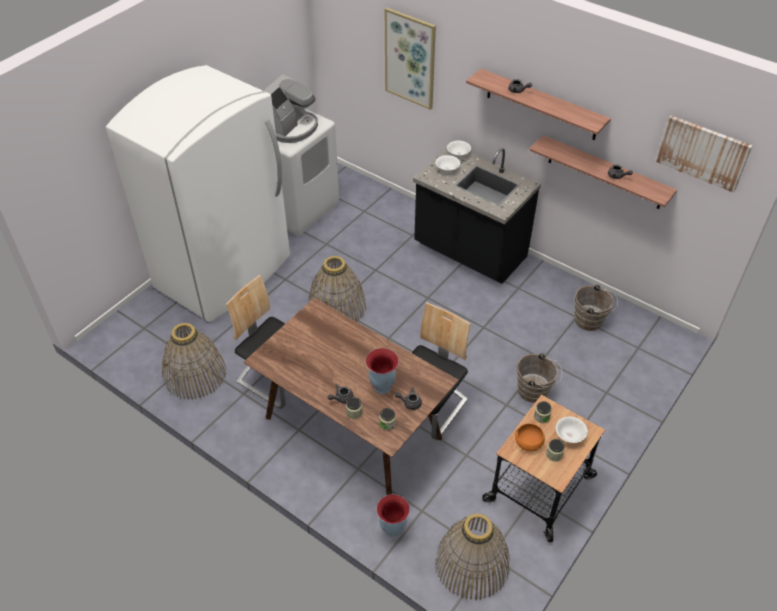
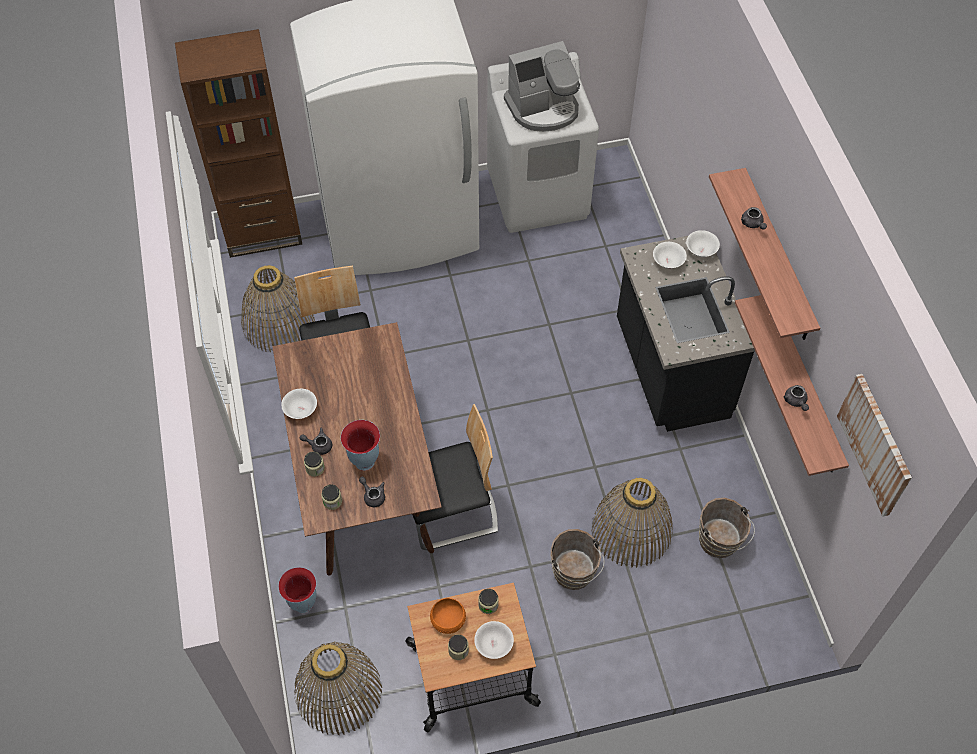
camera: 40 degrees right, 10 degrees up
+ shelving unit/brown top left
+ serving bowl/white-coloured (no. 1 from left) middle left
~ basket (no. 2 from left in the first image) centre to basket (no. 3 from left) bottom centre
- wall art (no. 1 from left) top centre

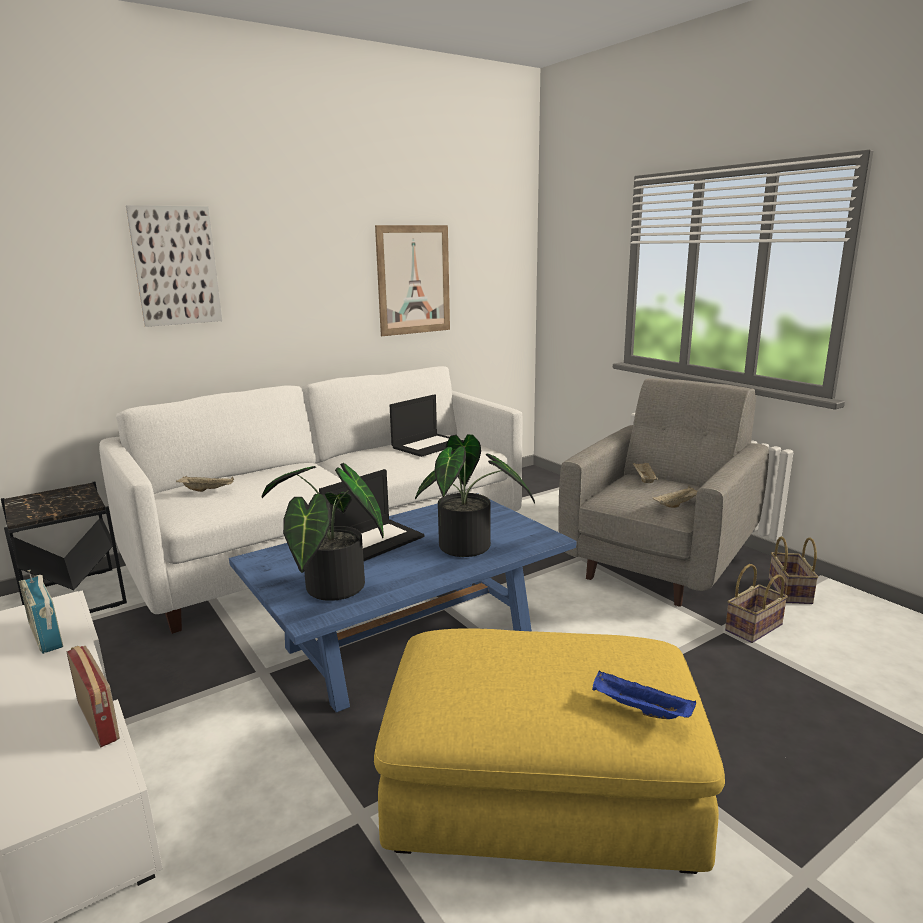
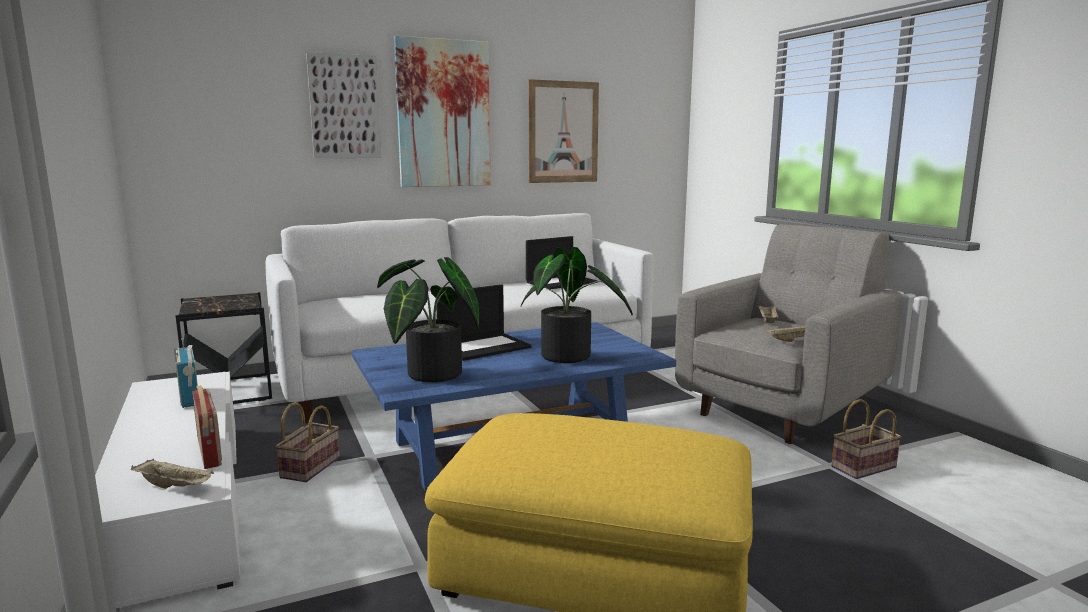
camera: 10 degrees right, 5 degrees down
~ serving tray/beige (no. 1 from left) middle left to bottom left
~ basket (no. 2 from left in the first image) middle right to basket (no. 1 from left) bottom left
+ wall art (no. 2 from left) top centre
- serving tray/blue bottom right

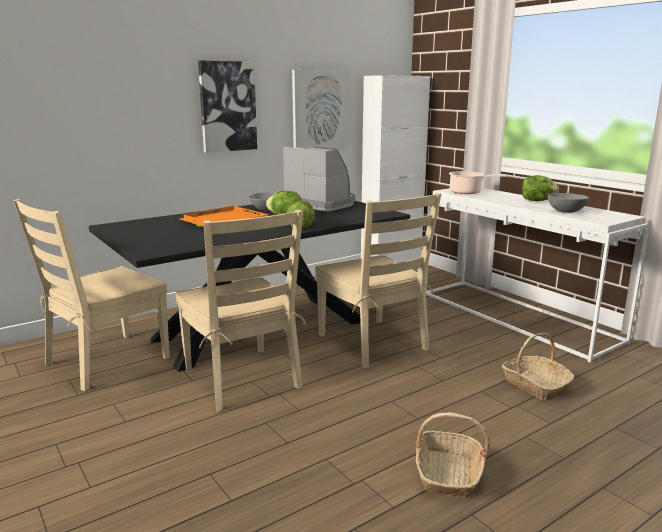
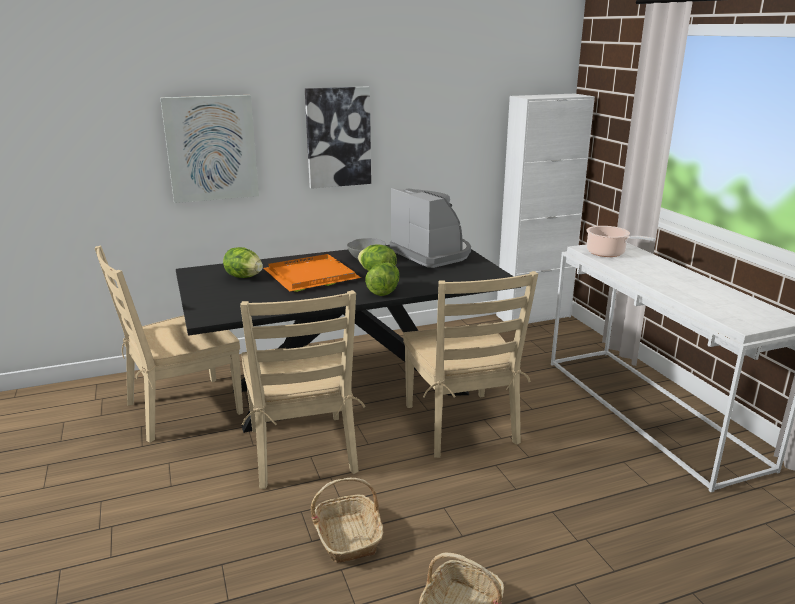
camera: 15 degrees right, 5 degrees up
~ wall art (no. 2 from left in the first image) top centre to wall art (no. 1 from left) top left
~ lettuce head (no. 3 from left in the first image) middle right to lettuce head (no. 1 from left) middle left
~ basket (no. 2 from left in the first image) bottom right to basket (no. 1 from left) bottom centre
- serving bowl/grey (no. 2 from left) middle right

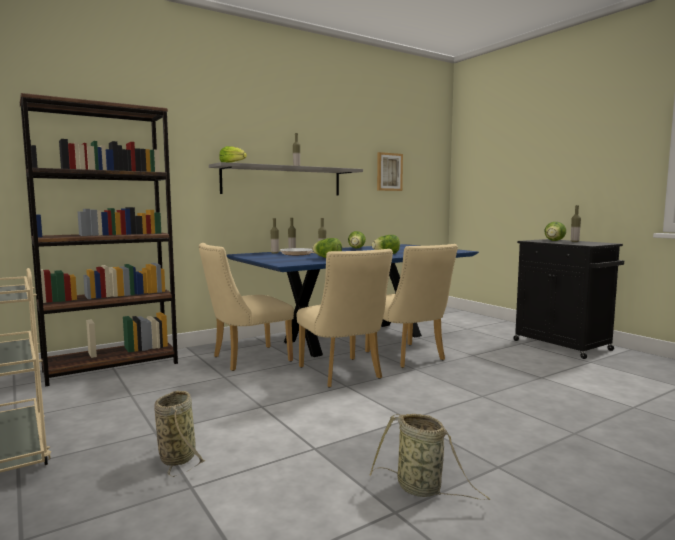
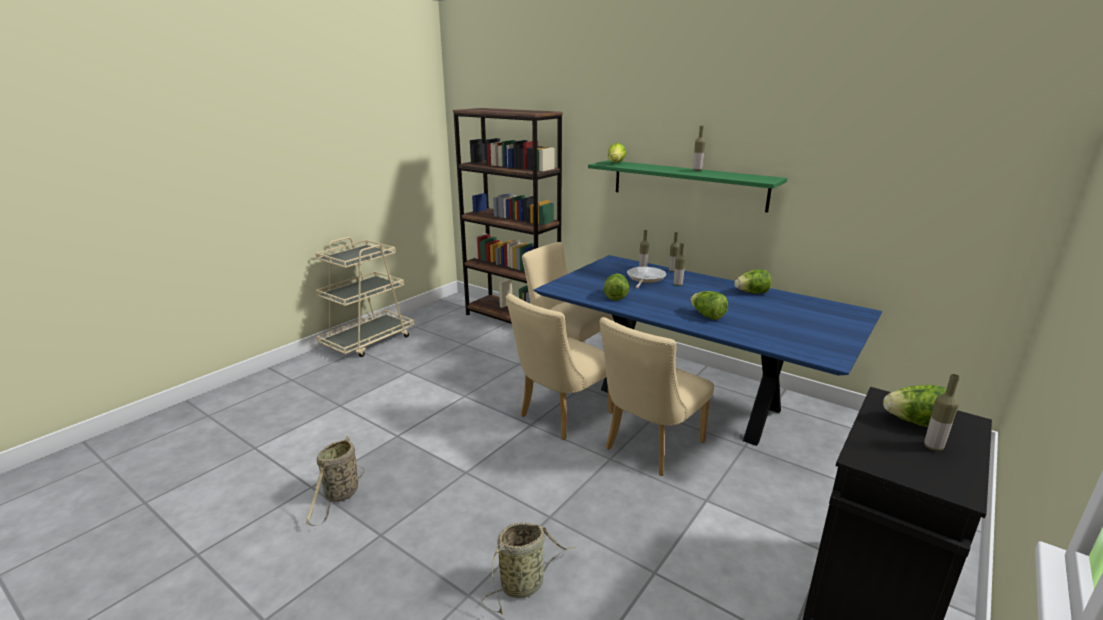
camera: 70 degrees right, 15 degrees up
~ basket (no. 1 from left in the first image) bottom left to basket (no. 2 from left) bottom centre
~ wall shelf/grey top centre to wall shelf/greenish top centre
- wall art top centre

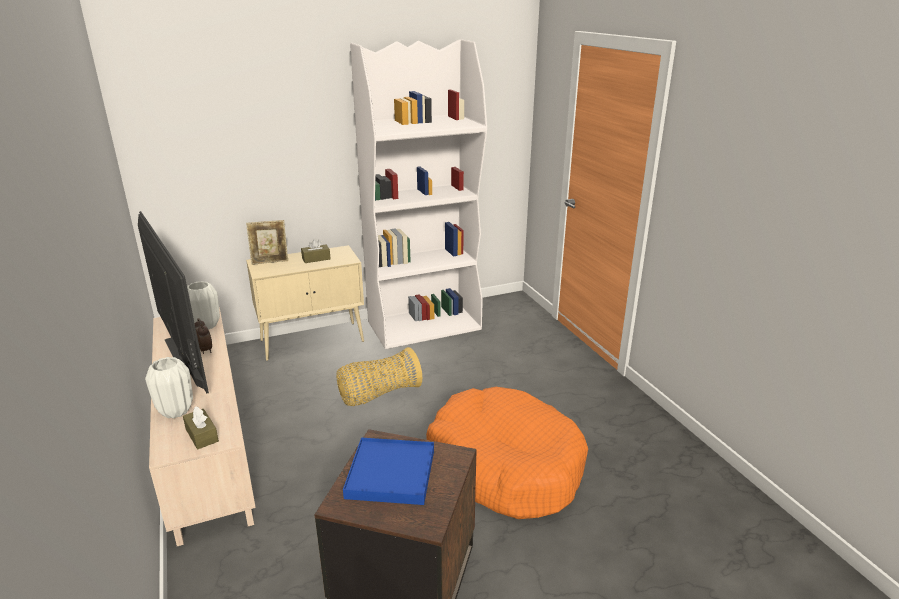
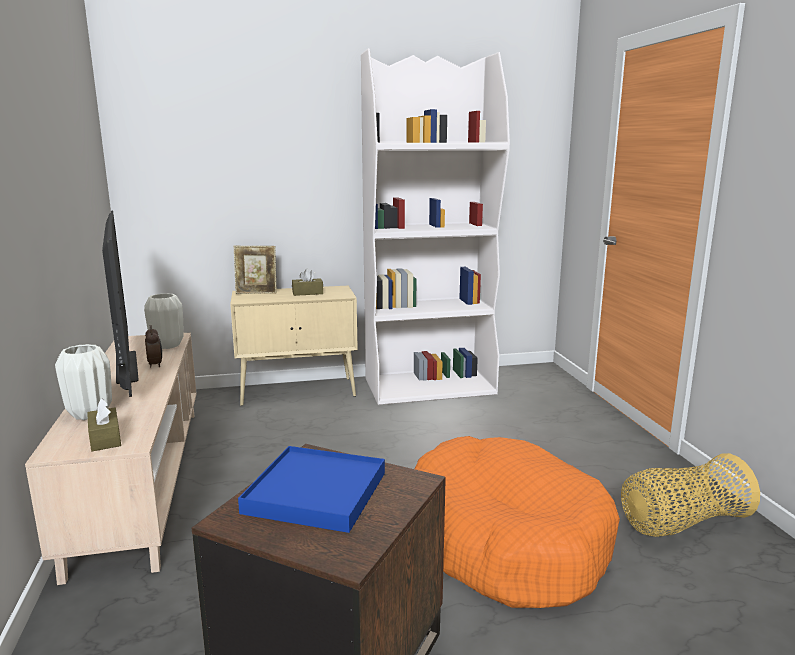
camera: 10 degrees right, 10 degrees down
~ basket centre to bottom right

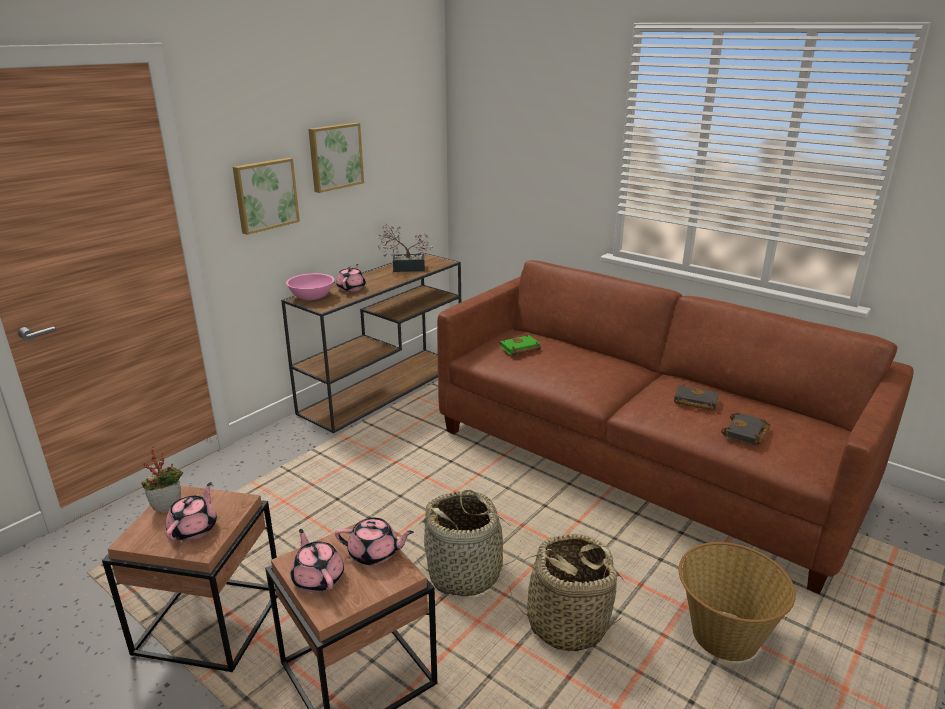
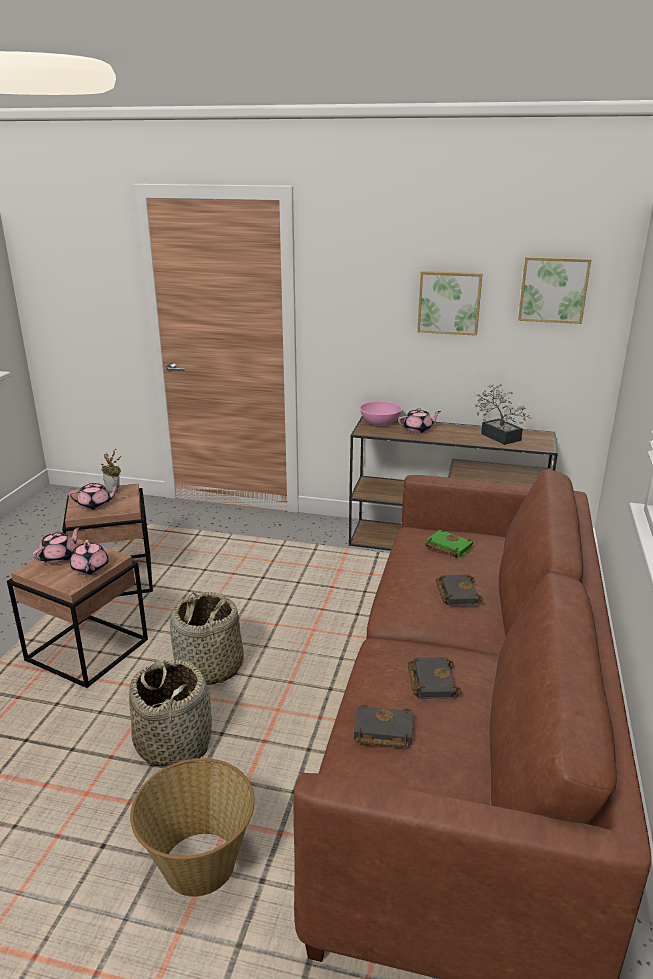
camera: 65 degrees right, 0 degrees up
+ volume/blackish (no. 3 from left) middle right
~ wall art (no. 1 from left in the first image) top left to wall art (no. 2 from left) top right

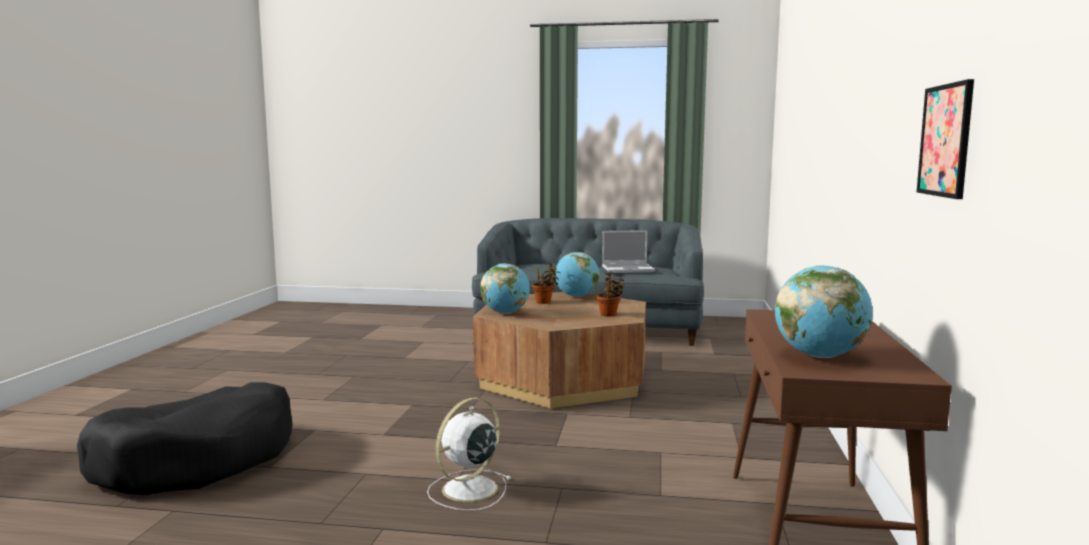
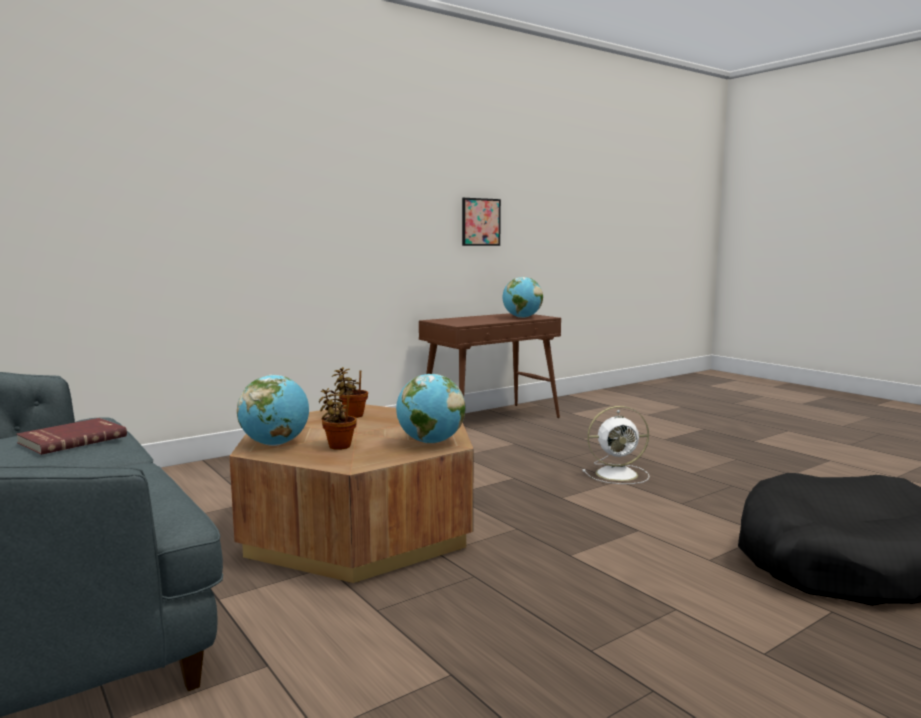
camera: 135 degrees left, 0 degrees up
~ notebook computer centre to volume/reddish middle left

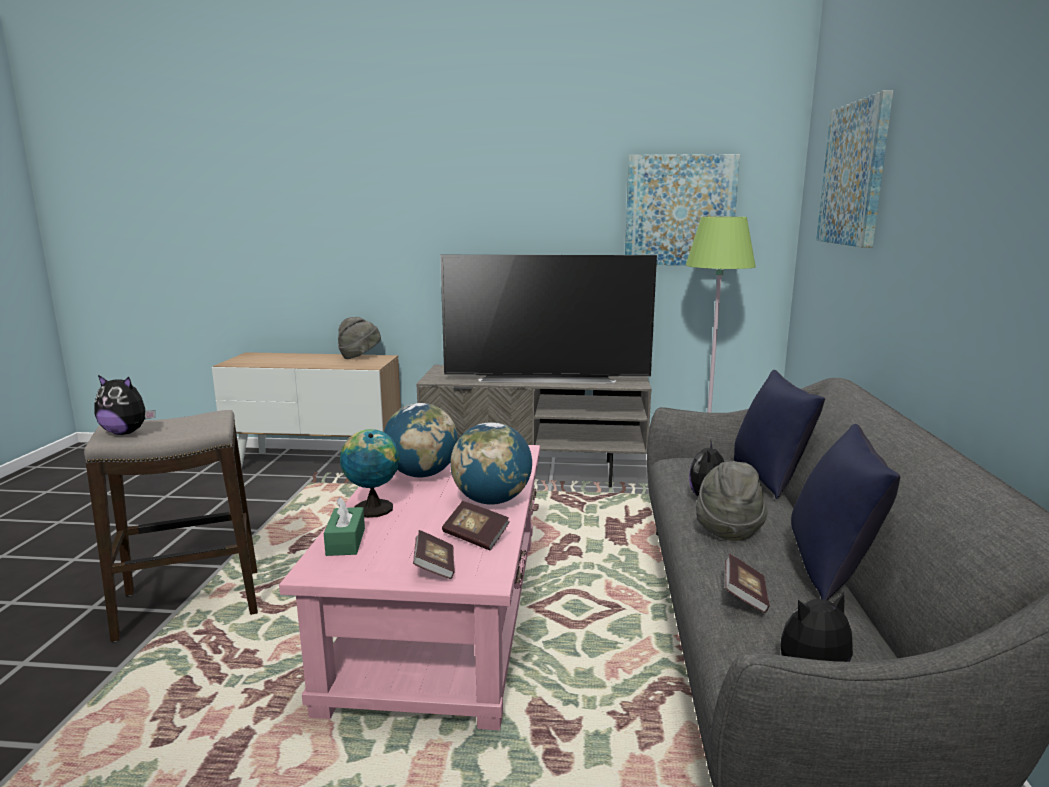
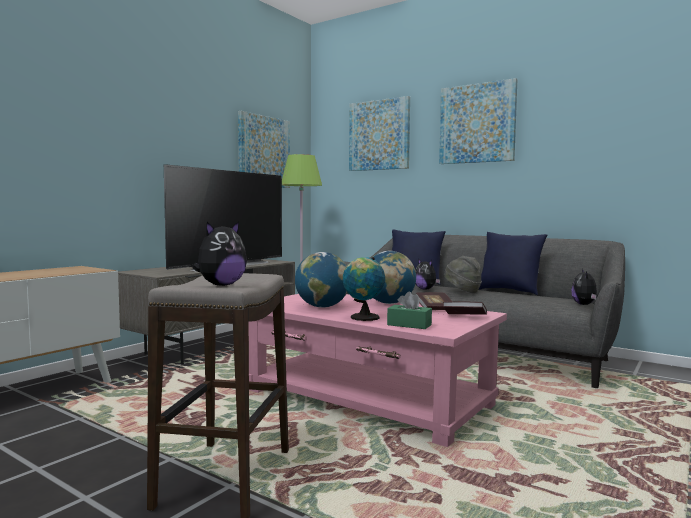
camera: 60 degrees left, 10 degrees down
+ wall art (no. 3 from left) top right
- wearable hat/grey (no. 1 from left) centre
- volume (no. 3 from left) bottom right

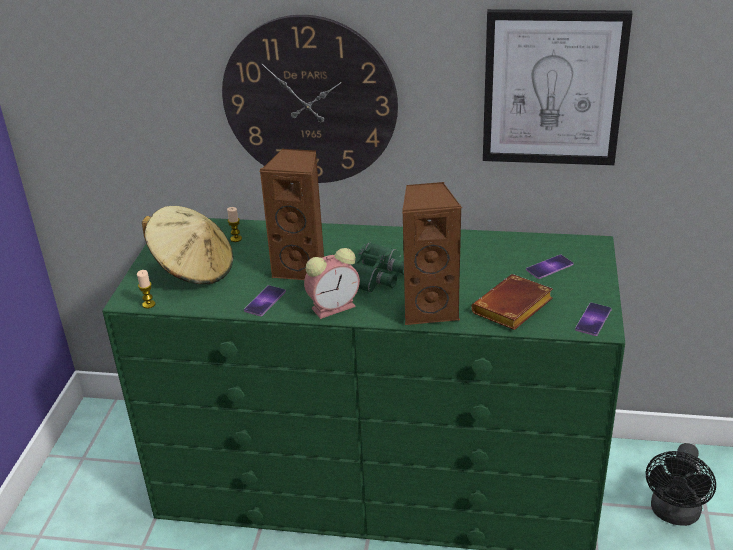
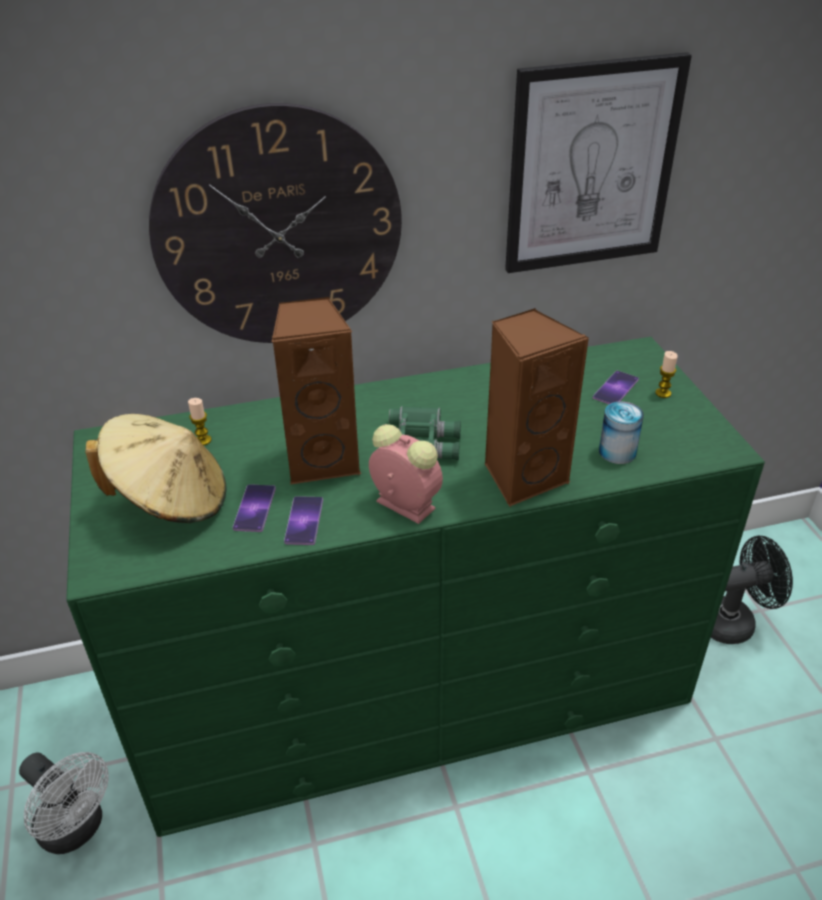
camera: 25 degrees left, 5 degrees up
+ cooling fan/white-coloured bottom left
~ handset (no. 3 from left in the first image) middle right to handset (no. 1 from left) middle left
~ alarm clock centre = centre 90 degrees counterclockwise
~ volume/brown middle right to sealed can middle right
~ wax light (no. 1 from left in the first image) middle left to wax light (no. 2 from left) middle right
~ cooling fan/blackish bottom right = middle right 105 degrees counterclockwise

